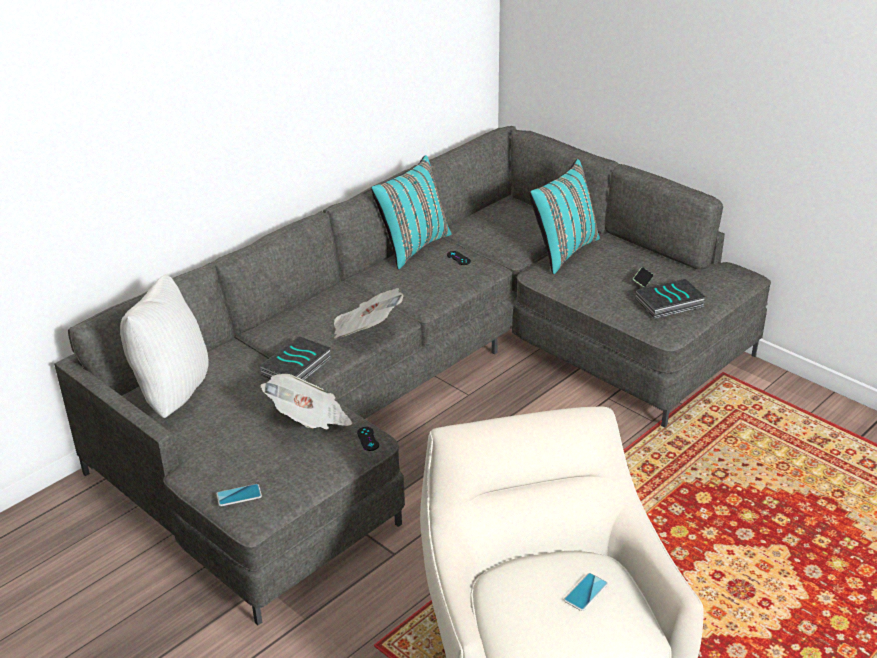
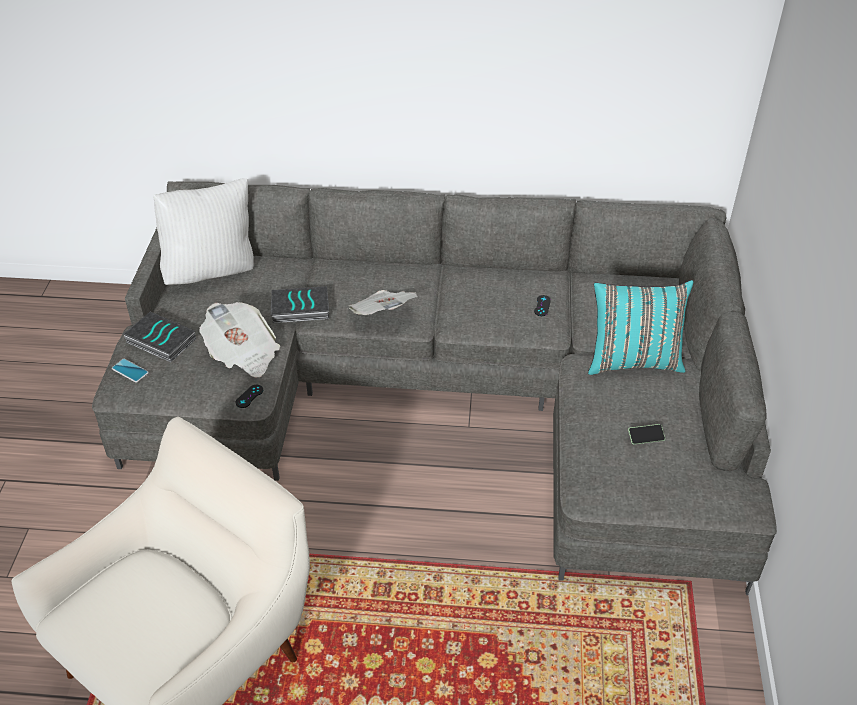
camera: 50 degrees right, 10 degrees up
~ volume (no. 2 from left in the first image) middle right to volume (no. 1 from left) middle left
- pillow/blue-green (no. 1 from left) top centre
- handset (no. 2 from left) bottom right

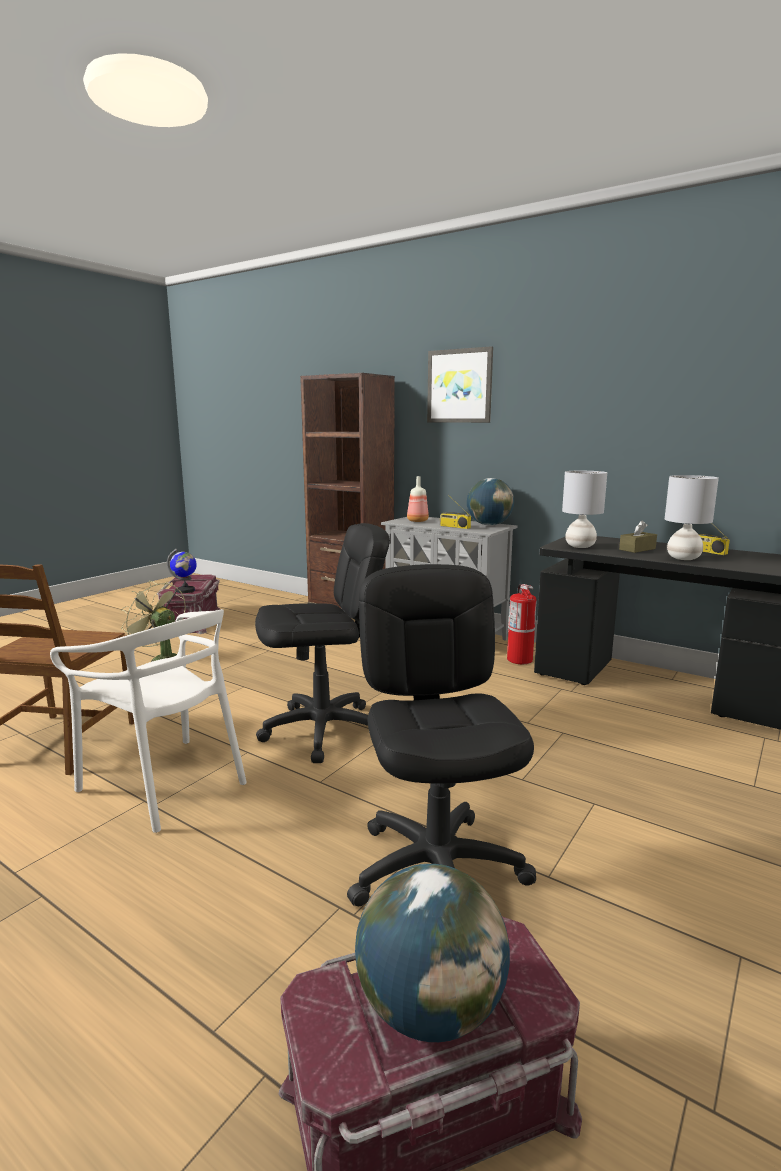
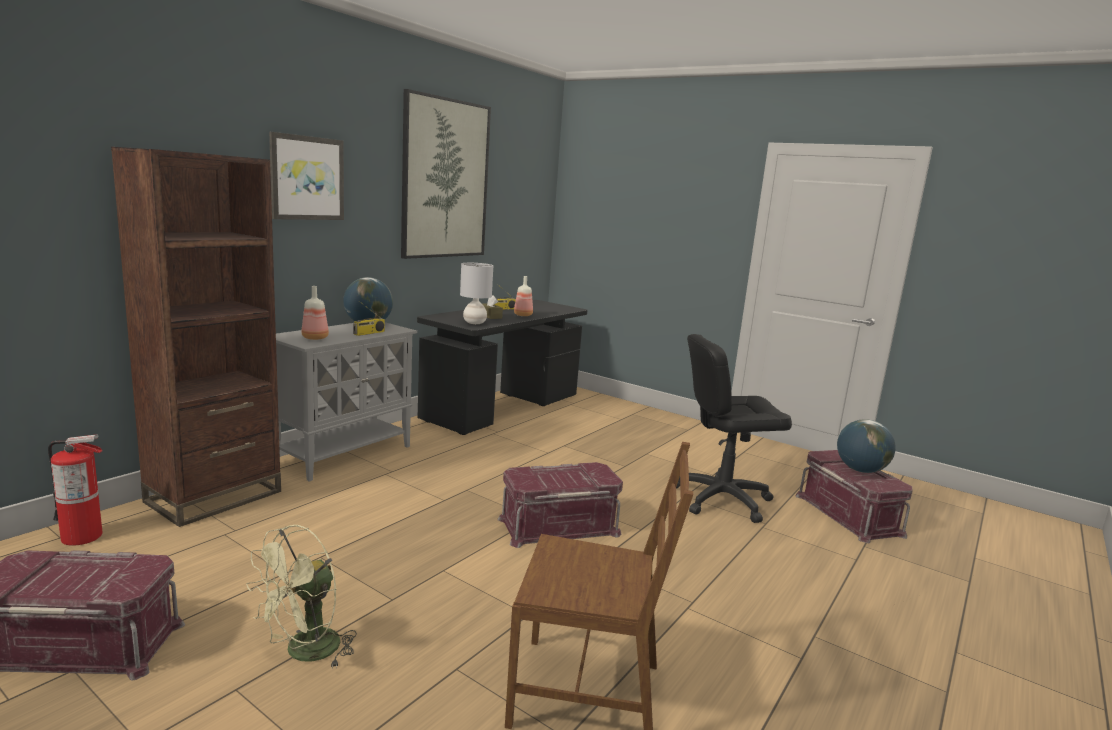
camera: 90 degrees left, 0 degrees up
~ fire-fighting cylinder middle right to bottom left
+ wall art (no. 2 from left) top centre
~ office chair/blackish (no. 1 from left) centre to storage box/reddish (no. 2 from left) bottom centre
~ table lamp/grey (no. 2 from left) middle right to beverage bottle (no. 2 from left) centre
- upright chair/white-coloured middle left
- desk globe (no. 1 from left) middle left

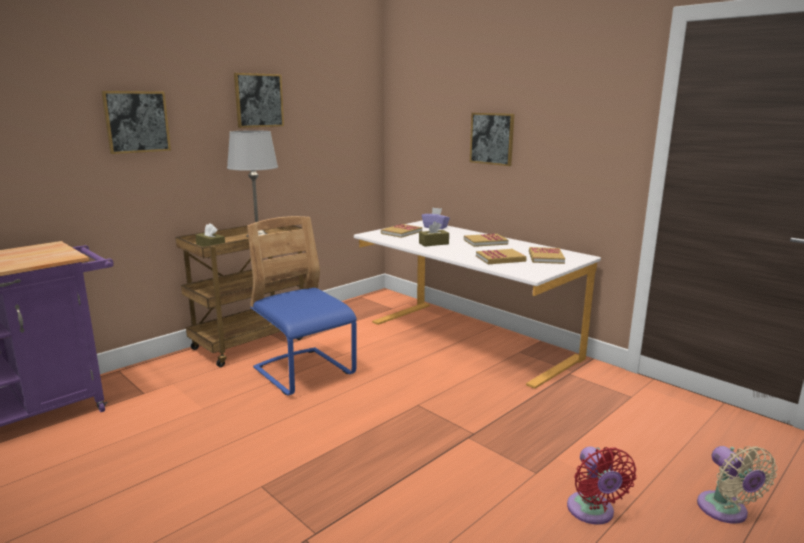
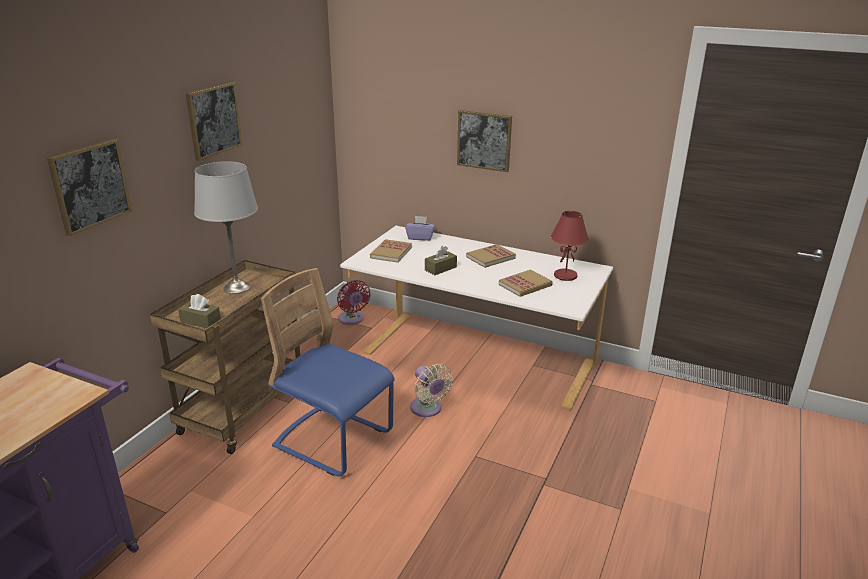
camera: 20 degrees left, 10 degrees up
~ cooling fan/reddish bottom right to centre
~ cooling fan/beige bottom right to bottom centre
~ volume (no. 4 from left) middle right to table lamp/reddish centre

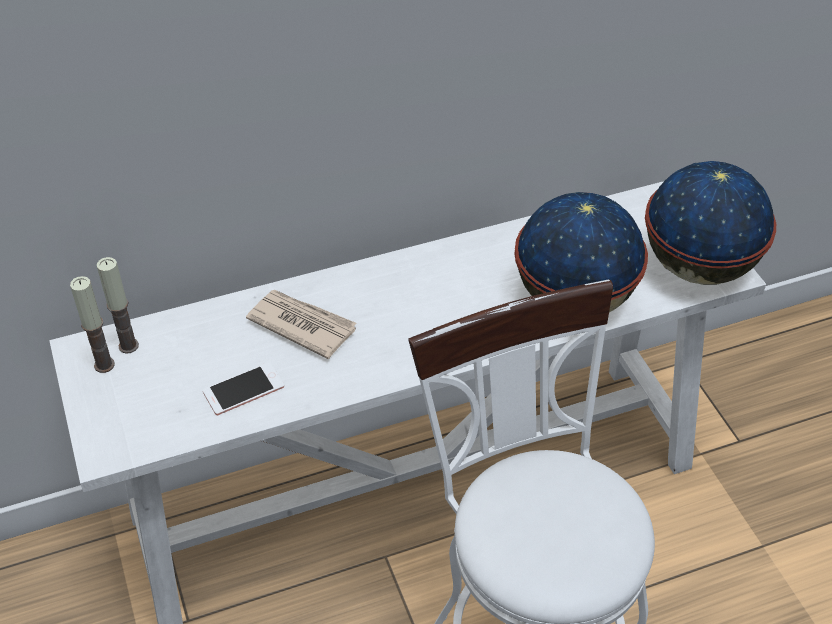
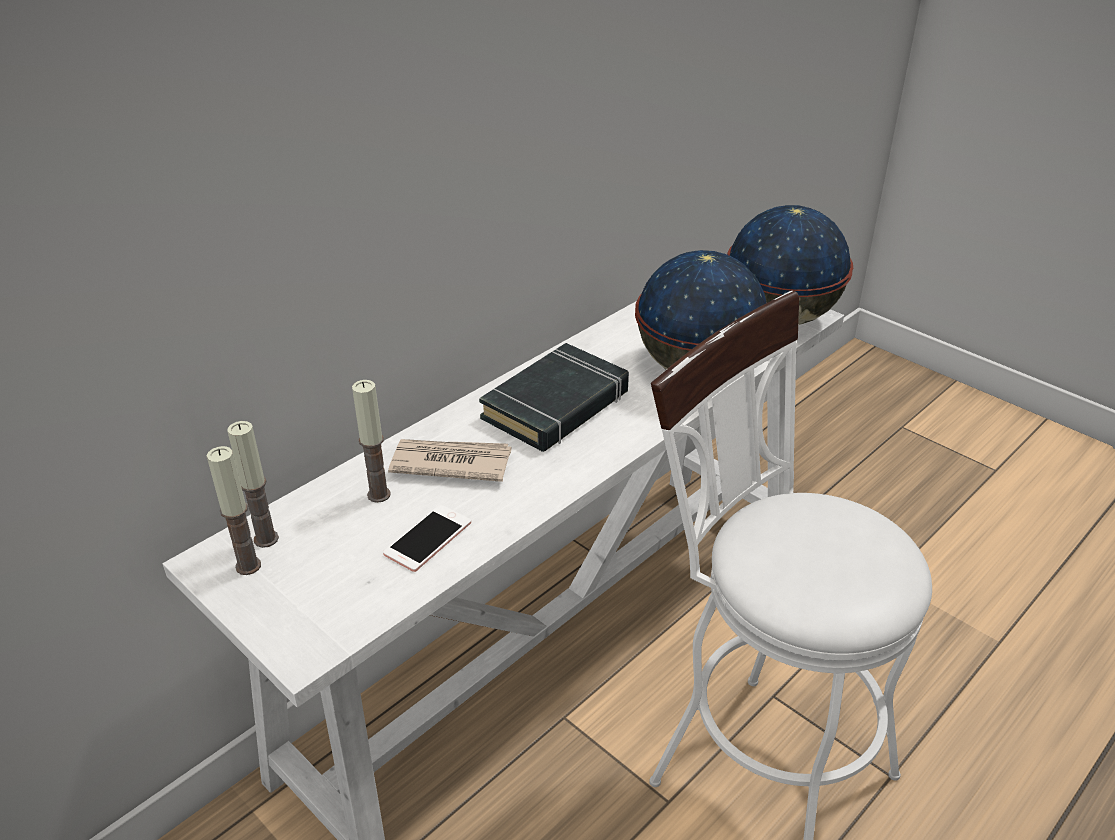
camera: 25 degrees left, 10 degrees down
+ wax light (no. 3 from left) middle left
+ volume/blackish centre

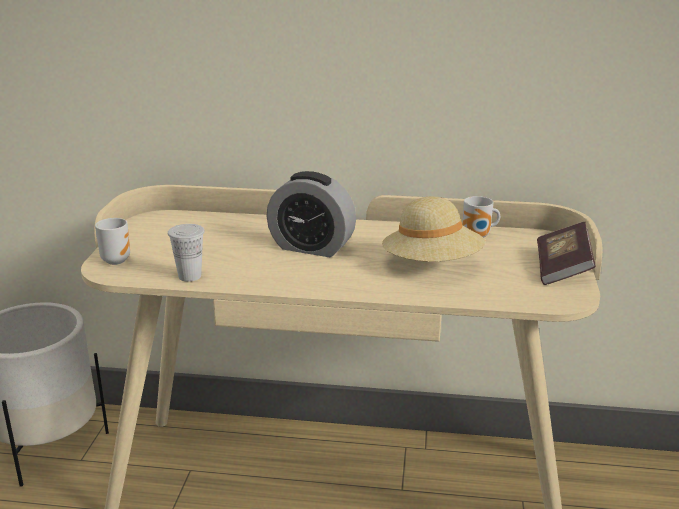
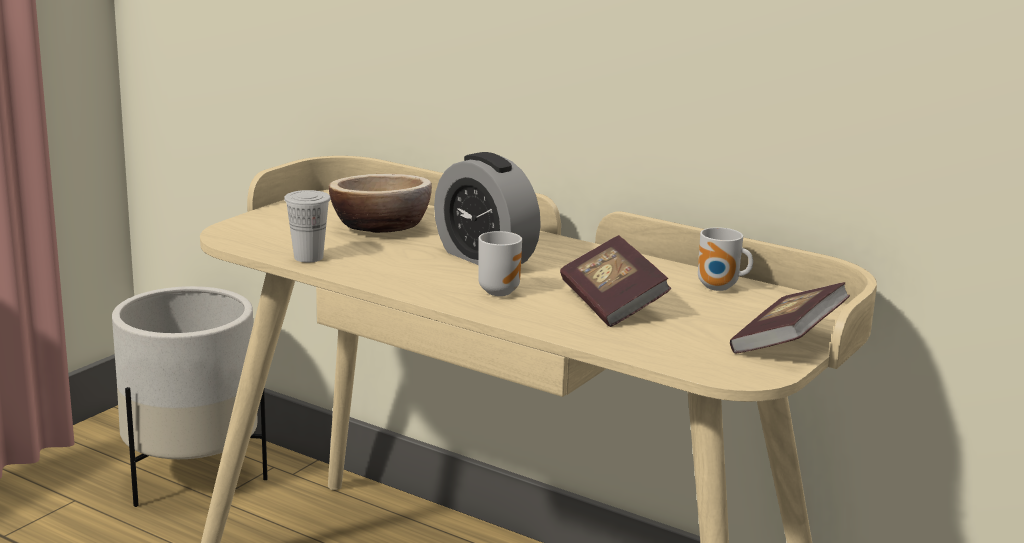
camera: 25 degrees right, 5 degrees down
+ serving bowl centre
~ tea mug (no. 1 from left) middle left to centre
~ wearable hat/beige centre to volume (no. 1 from left) centre

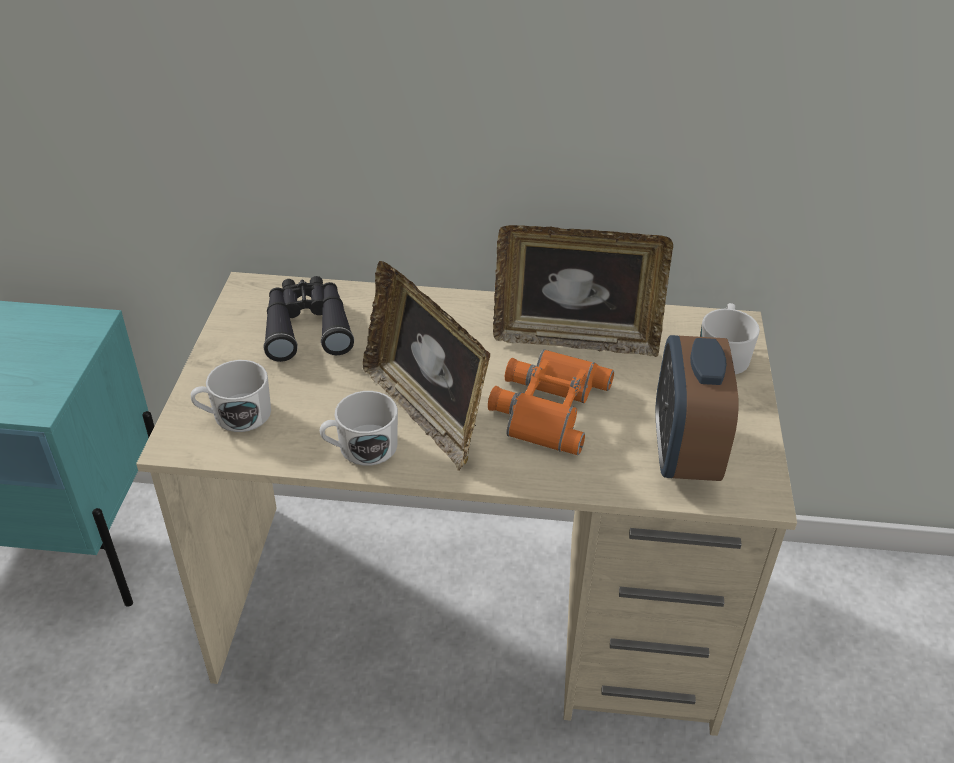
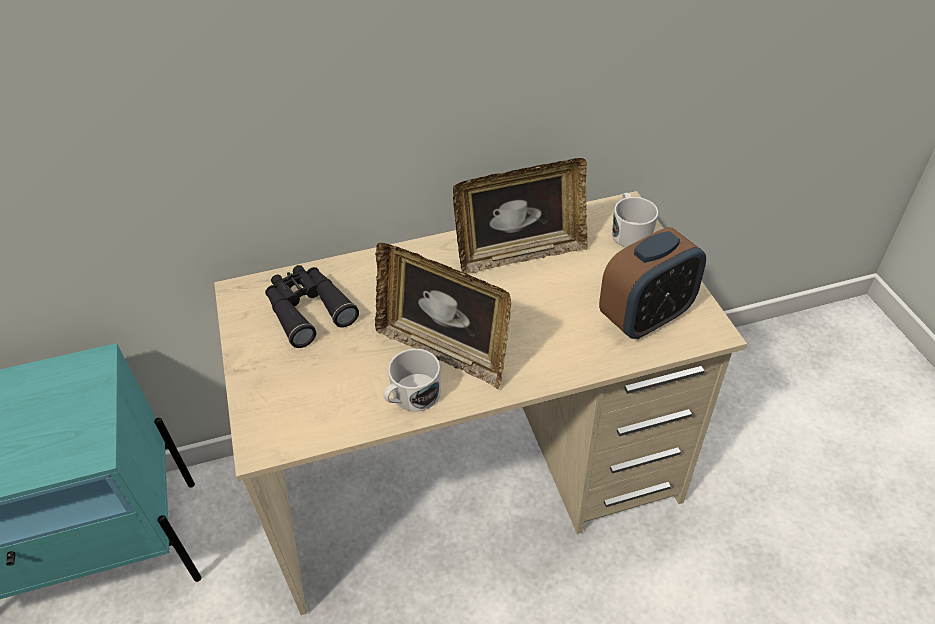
camera: 20 degrees left, 5 degrees up
~ alarm clock middle right = middle right 105 degrees counterclockwise
- tea mug/white-coloured (no. 1 from left) middle left
- binoculars/orangey centre

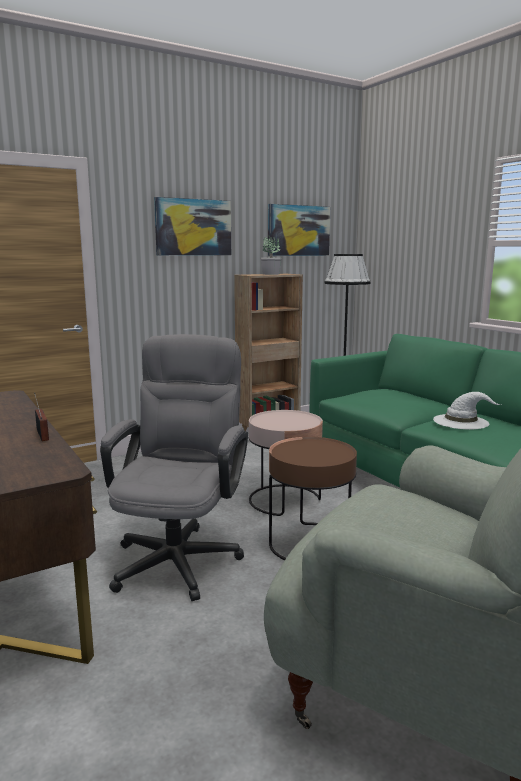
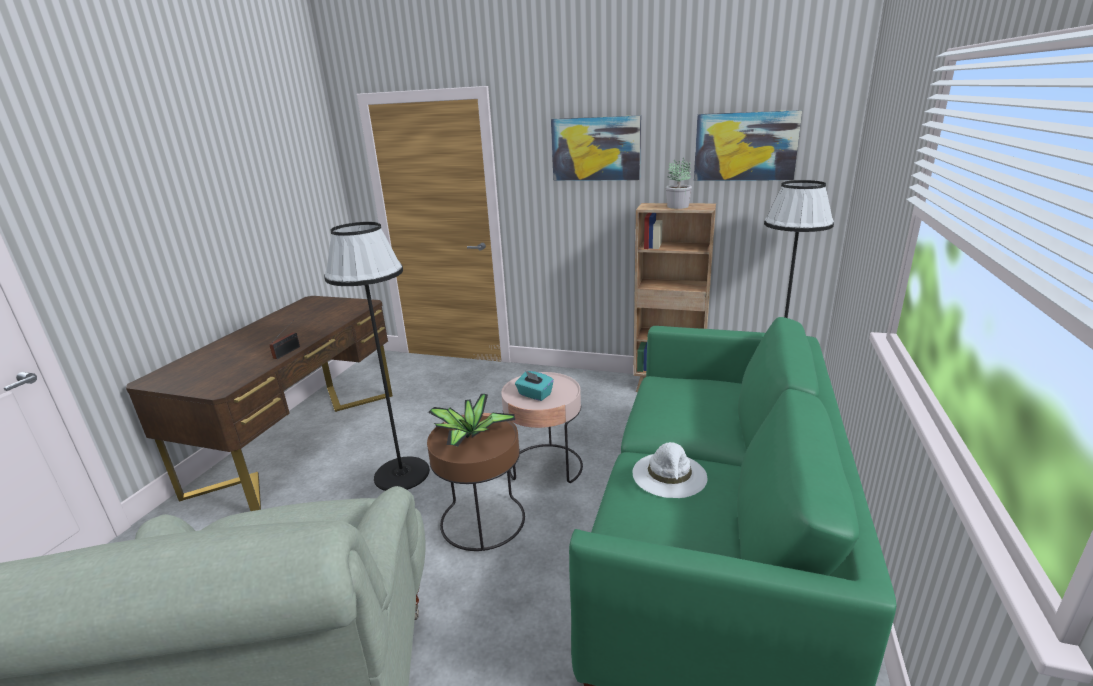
camera: 50 degrees right, 10 degrees up
~ office chair/grey centre to standing lamp/blackish (no. 1 from left) centre
+ houseplant (no. 1 from left) centre
+ tissue holder/blue-green centre

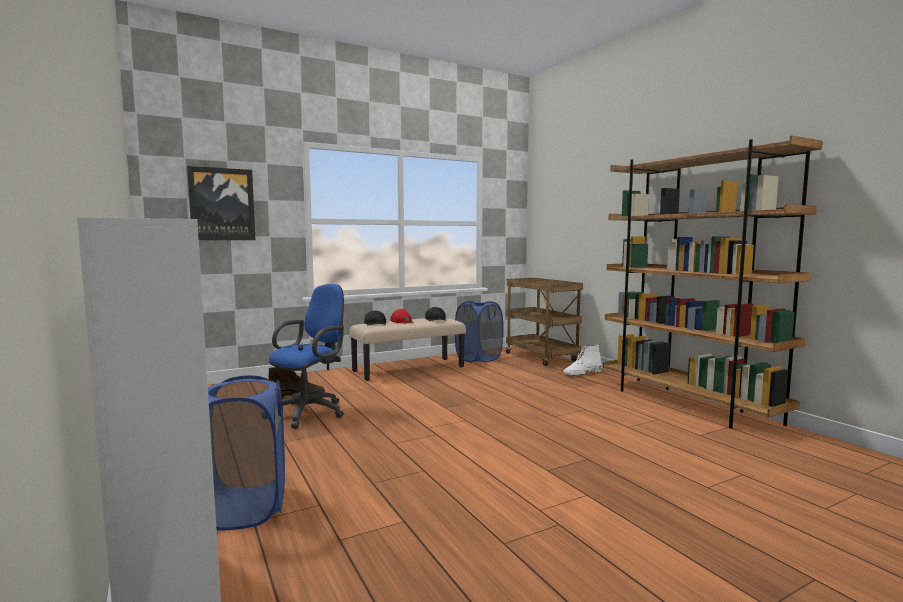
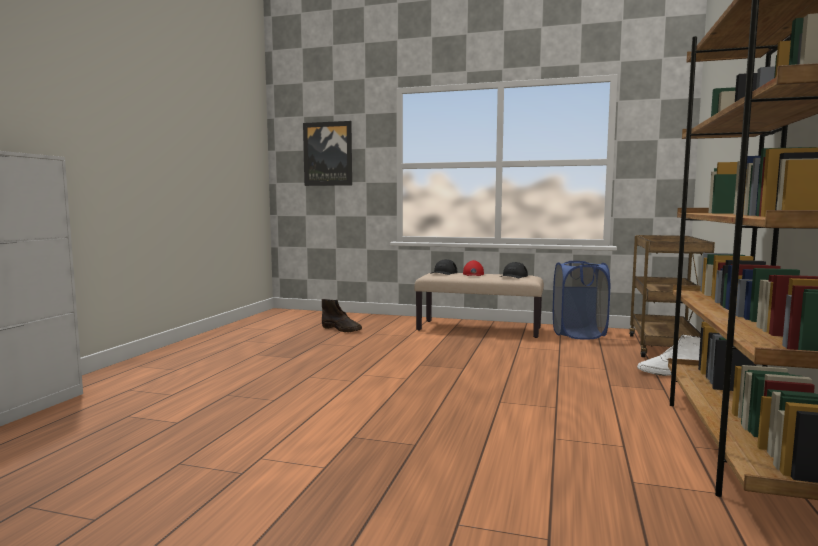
camera: 45 degrees right, 0 degrees up
- washing basket/blue (no. 1 from left) bottom left
- office chair/blue centre

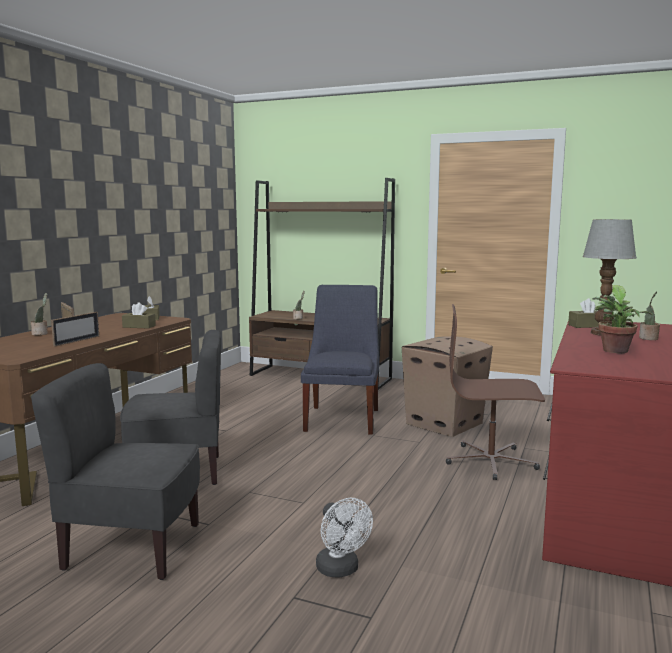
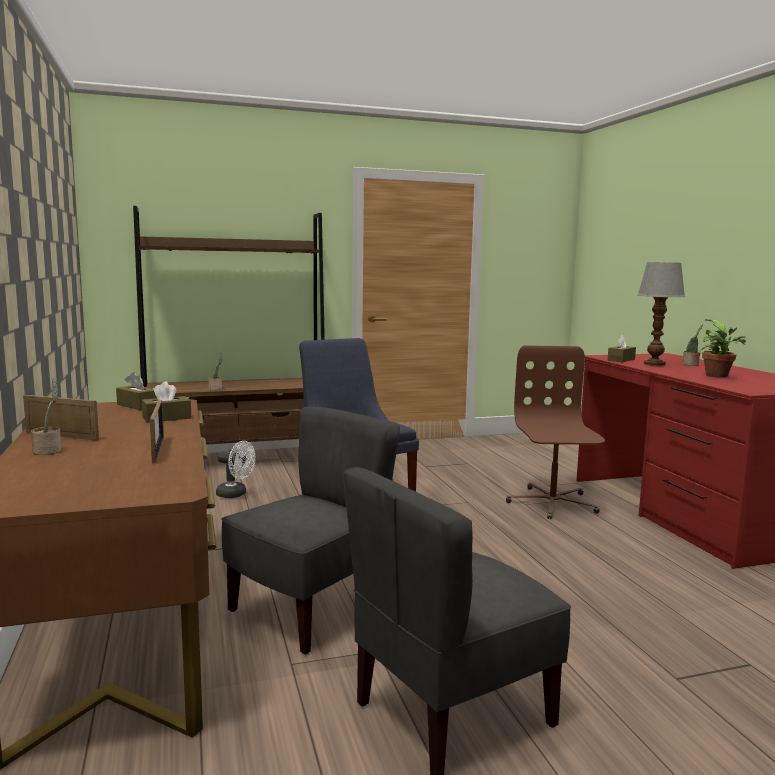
camera: 40 degrees left, 0 degrees up
~ cooling fan/white-coloured bottom centre to middle left
~ office chair/brown middle right = middle right 120 degrees clockwise
- carton centre

